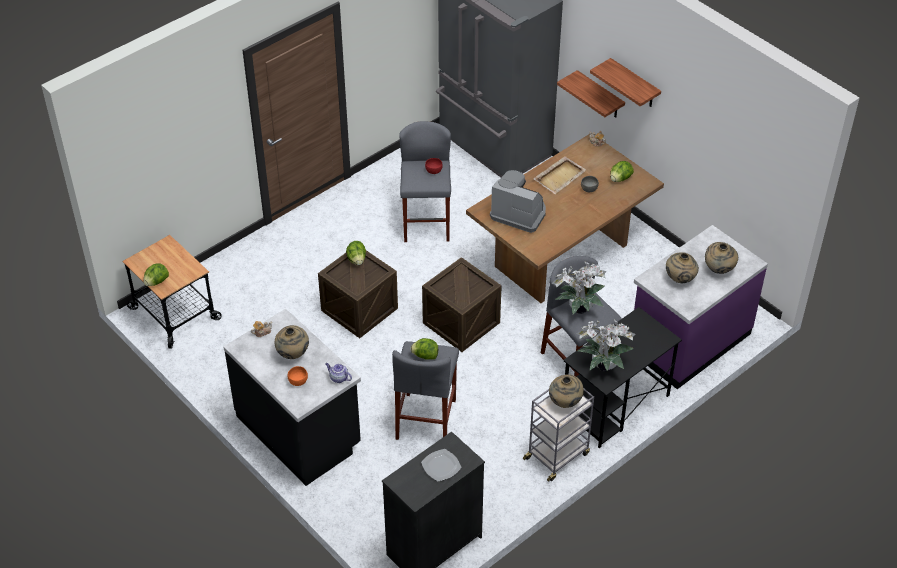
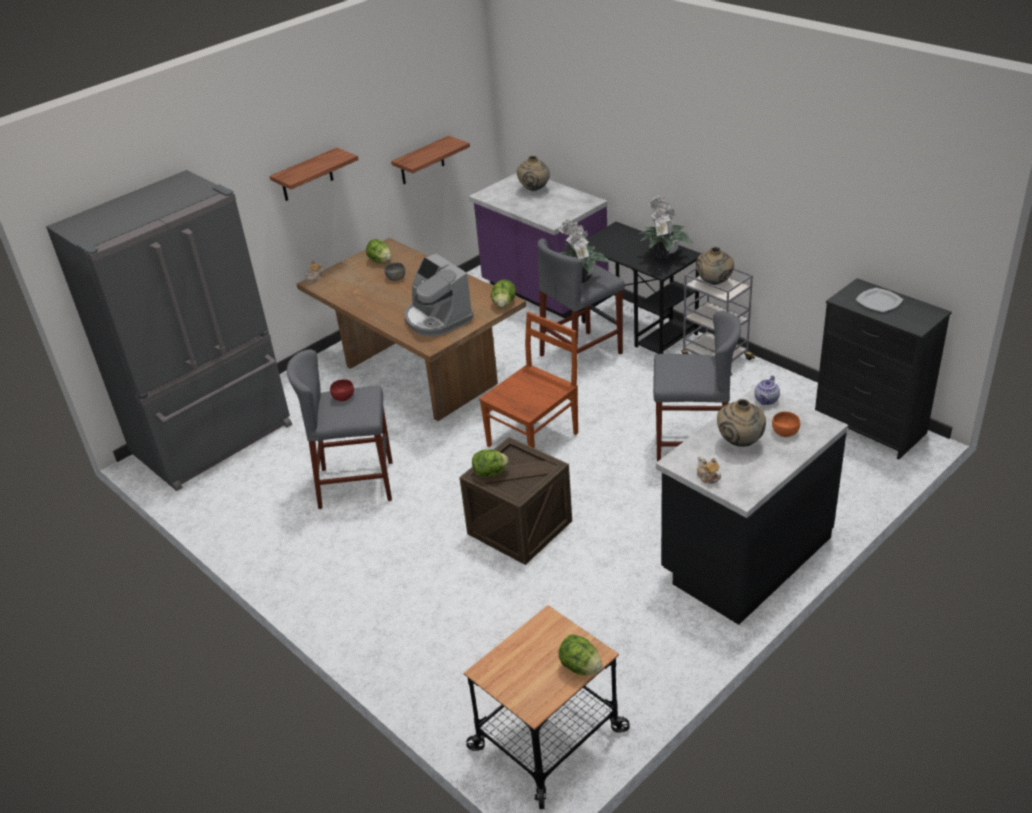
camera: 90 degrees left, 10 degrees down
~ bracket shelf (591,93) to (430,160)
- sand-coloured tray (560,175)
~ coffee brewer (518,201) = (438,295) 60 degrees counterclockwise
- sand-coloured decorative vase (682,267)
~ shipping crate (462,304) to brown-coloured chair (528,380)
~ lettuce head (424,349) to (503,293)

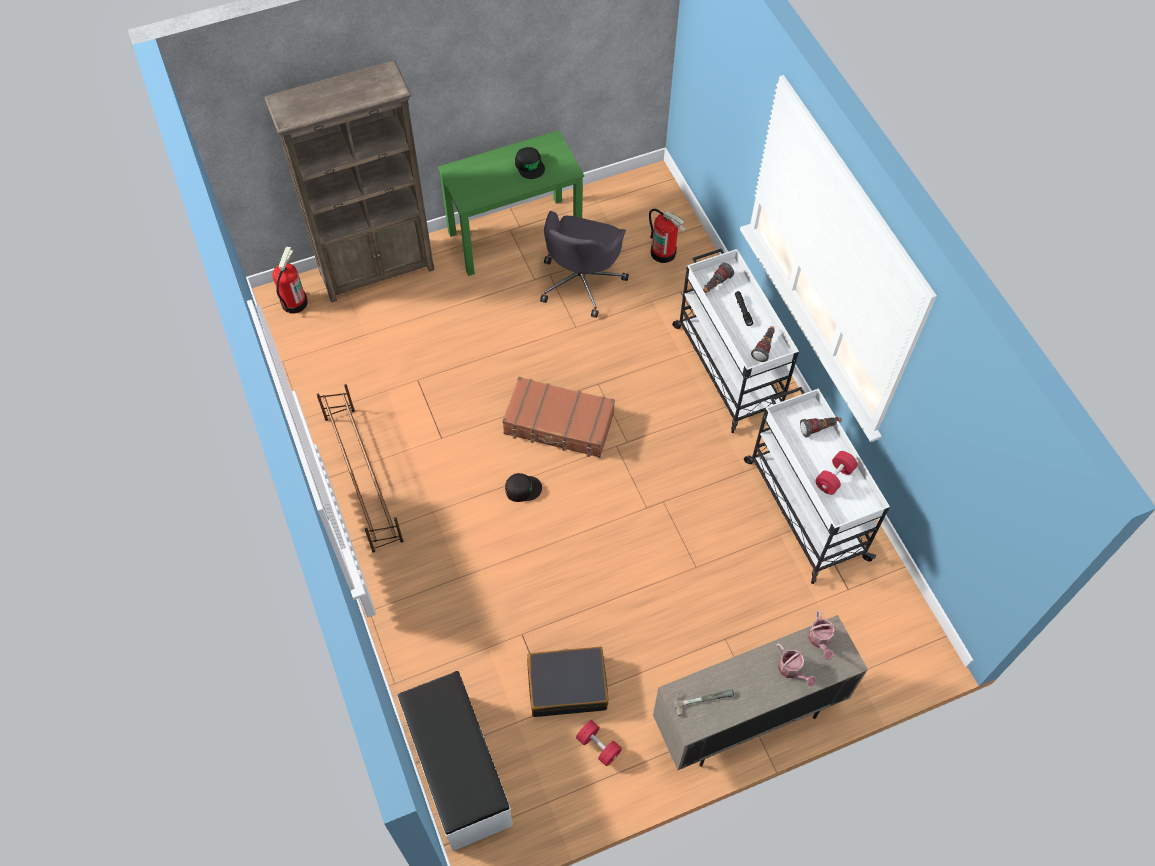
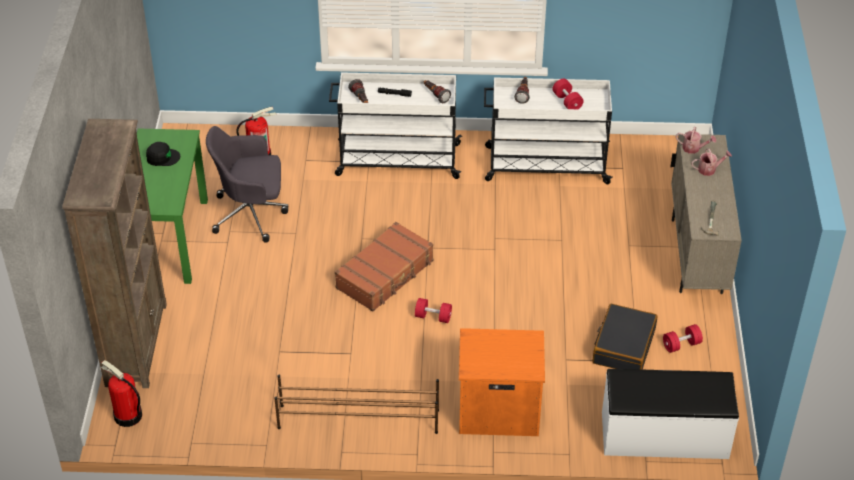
camera: 65 degrees left, 15 degrees down
~ gray office chair (584,264) = (247,184) 135 degrees clockwise
~ black-coloured peaked cap (523,487) to red free weight (433,310)
+ orange-coloured nightstand (502,382)

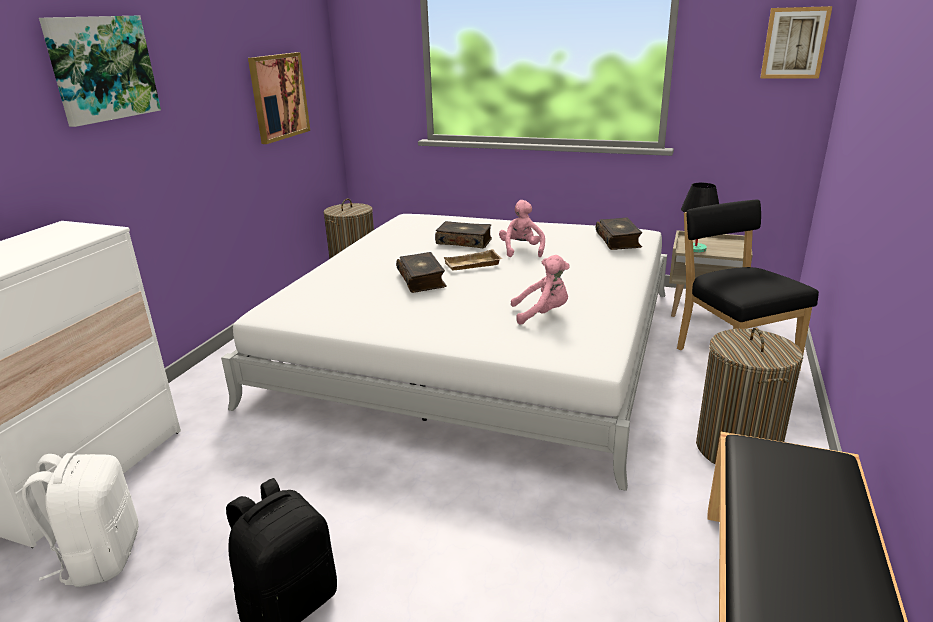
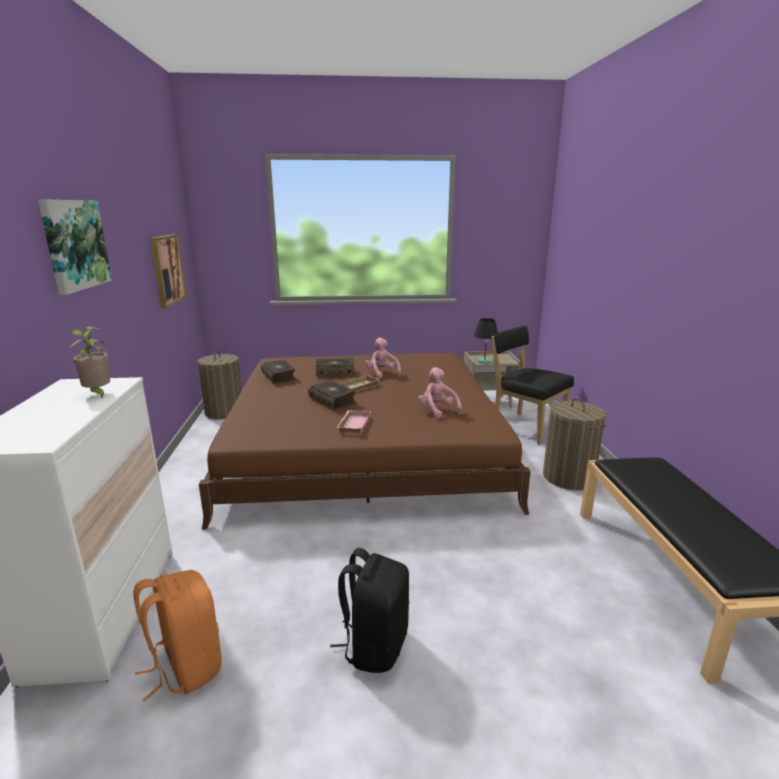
camera: 25 degrees left, 5 degrees down
- picture (796,42)
~ white bedroom bed (444,352) to brown-coloured bedroom bed (365,441)
~ volume (619,233) to (279,372)
~ pinkish soft toy (540,290) = (440,393) 90 degrees counterclockwise
~ white backpack (80,520) to orange-coloured backpack (177,635)
+ potted plant (90,362)
+ pinkish tray (354,422)

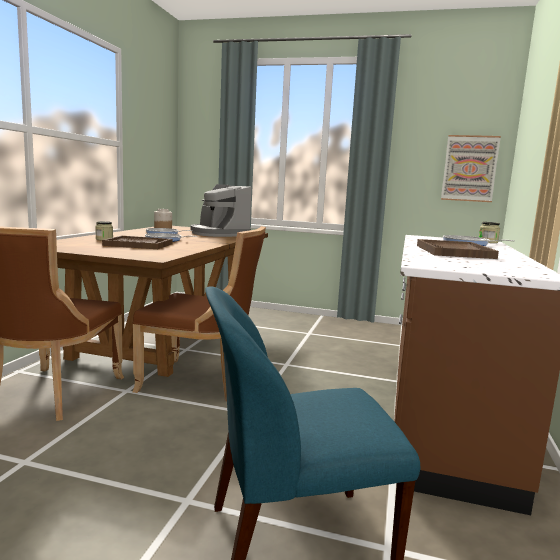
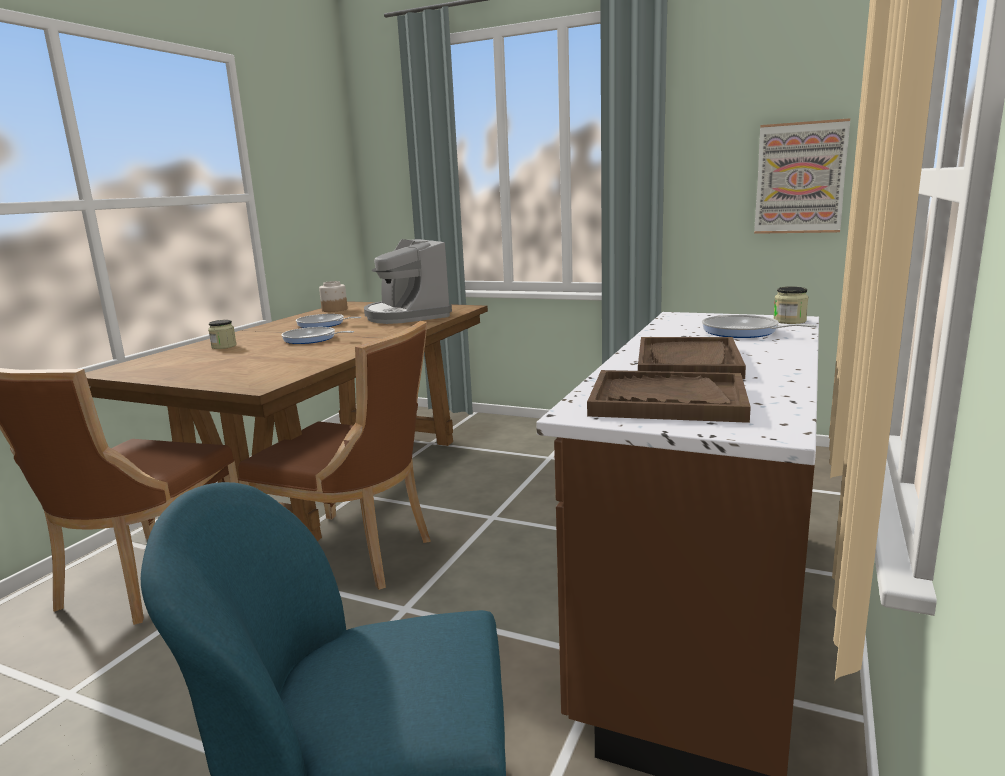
camera: 10 degrees right, 5 degrees up
~ brown-coloured tray (137,242) to (669,396)

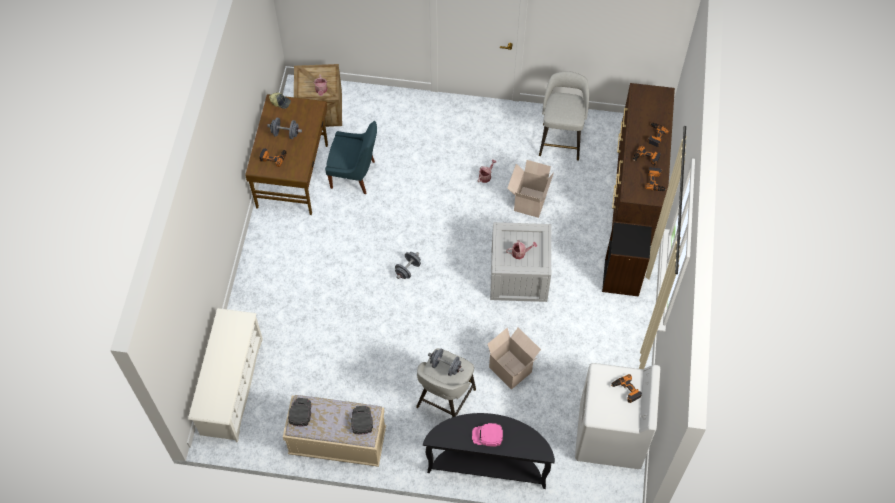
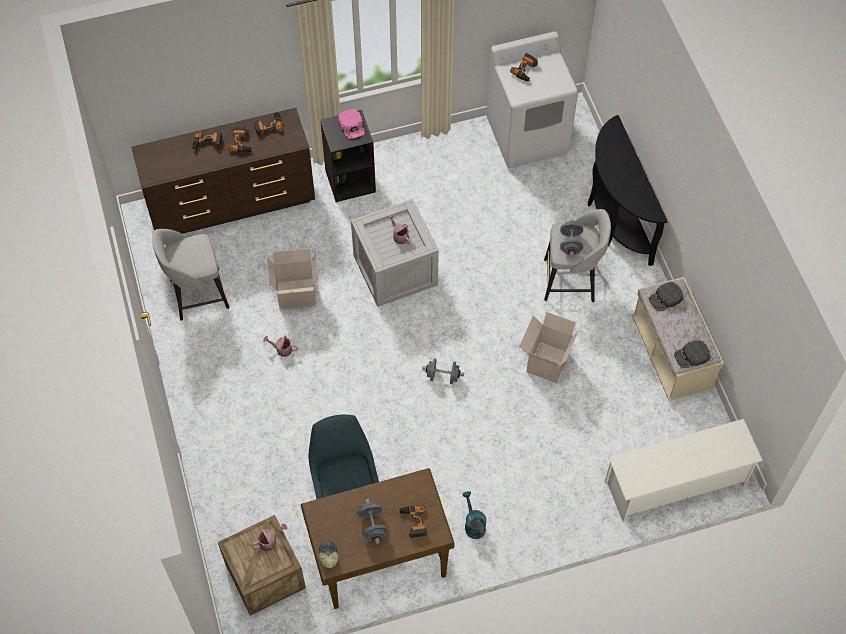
camera: 115 degrees left, 0 degrees up
~ carton (514,358) to (549,347)
~ pinkish peaked cap (487,435) to (351,124)
+ turquoise-coloured watering pot (474,515)

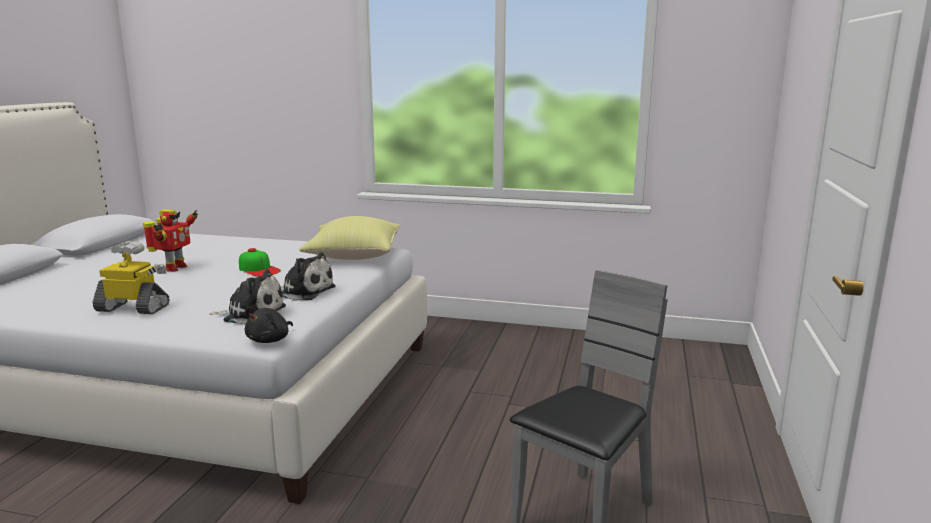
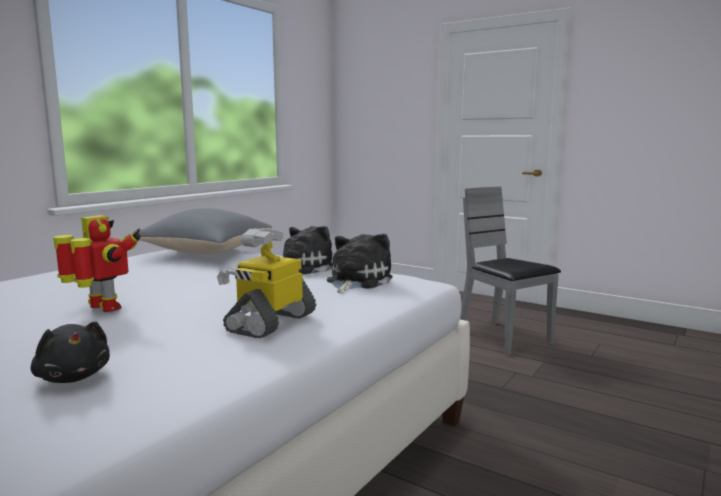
camera: 70 degrees left, 5 degrees down
~ yellow-coloured cushion (349,238) to gray cushion (200,231)
- peaked cap (260,262)
~ black-coloured soft toy (269,325) to (70,352)

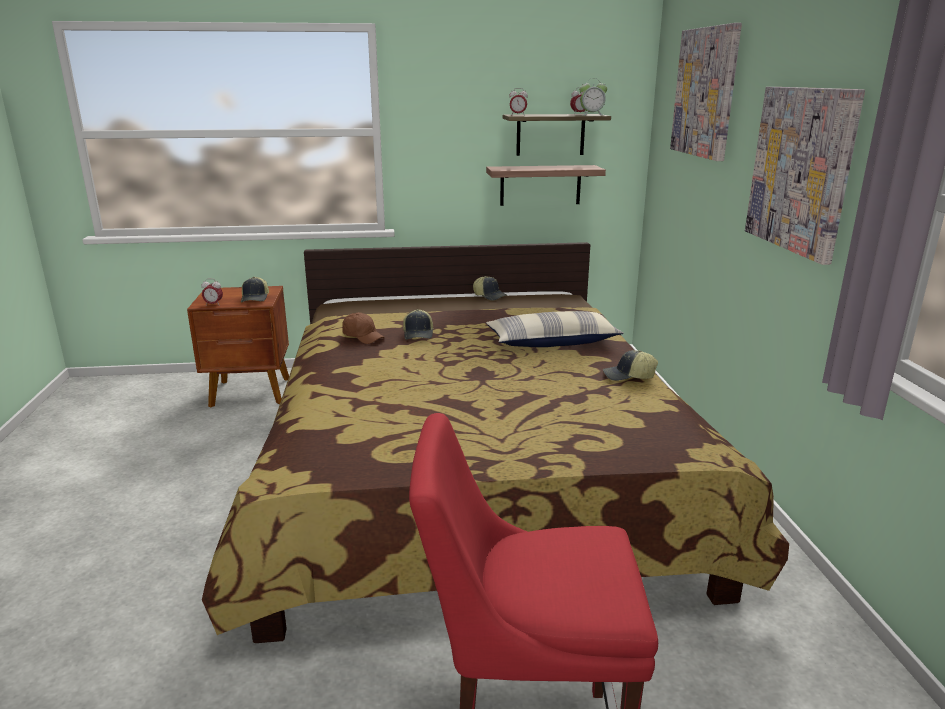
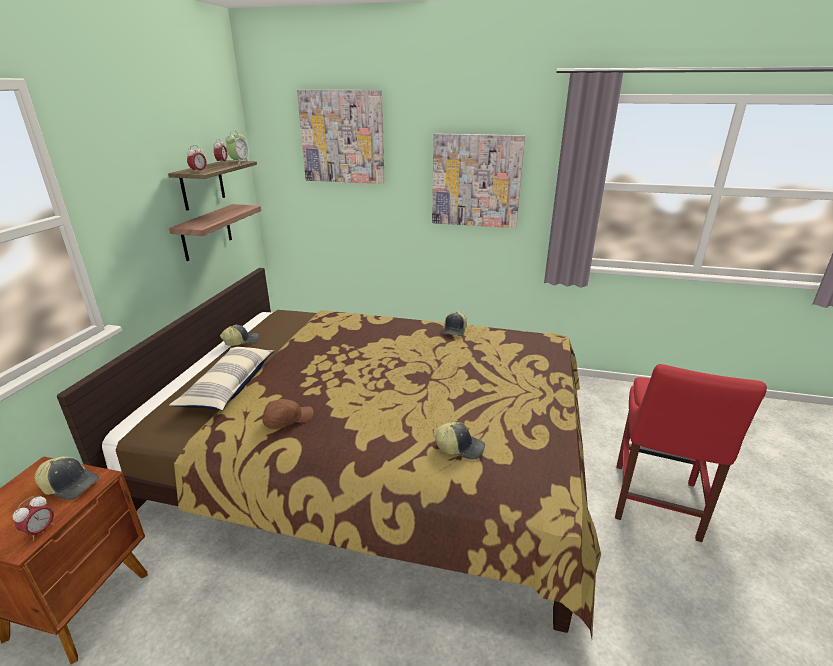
camera: 70 degrees left, 5 degrees up
~ peaked cap (418,324) to (459,441)
~ cushion (555,329) to (221,378)

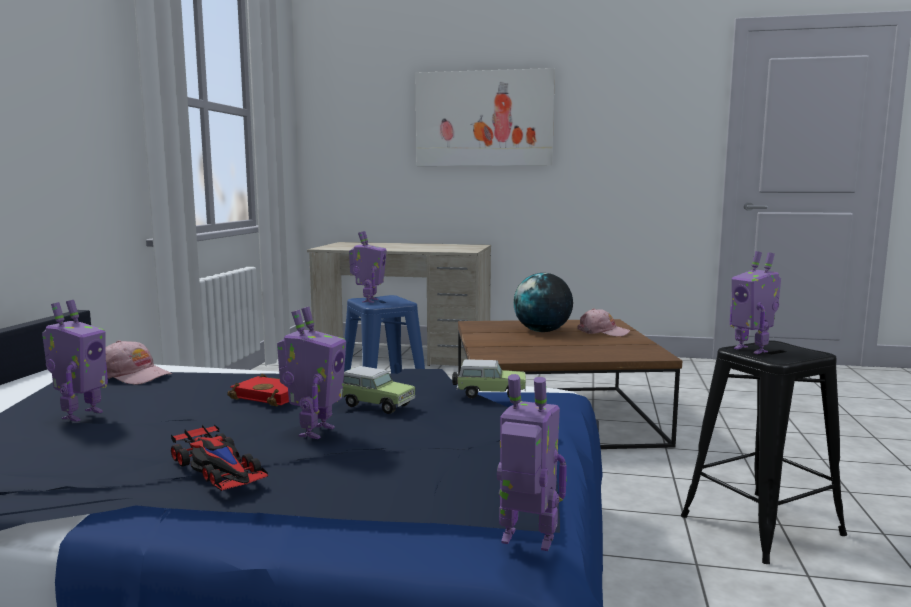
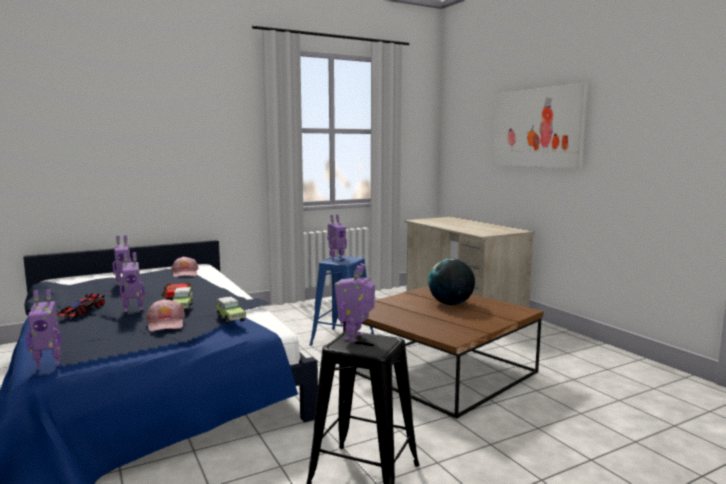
camera: 50 degrees right, 0 degrees up
~ pinkish peaked cap (603,322) to (165,315)
~ model robot (532,462) = (44,328) 90 degrees clockwise

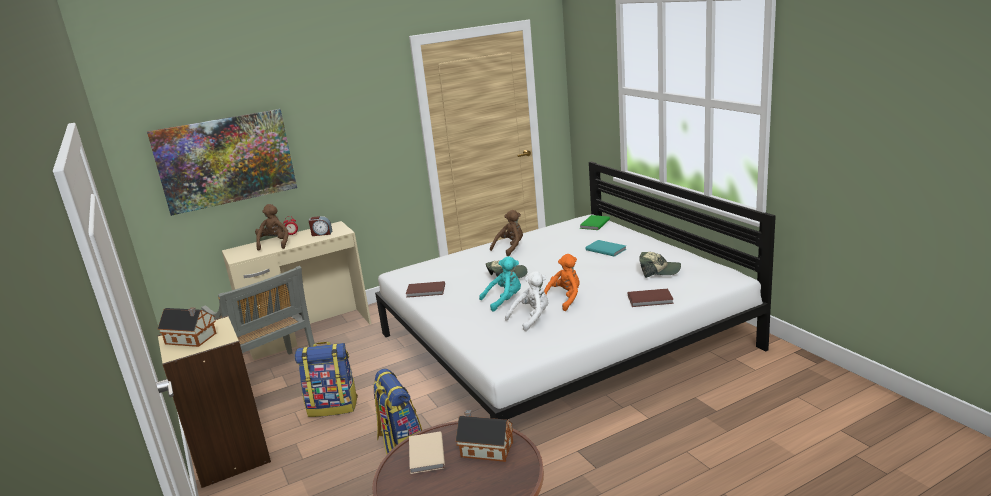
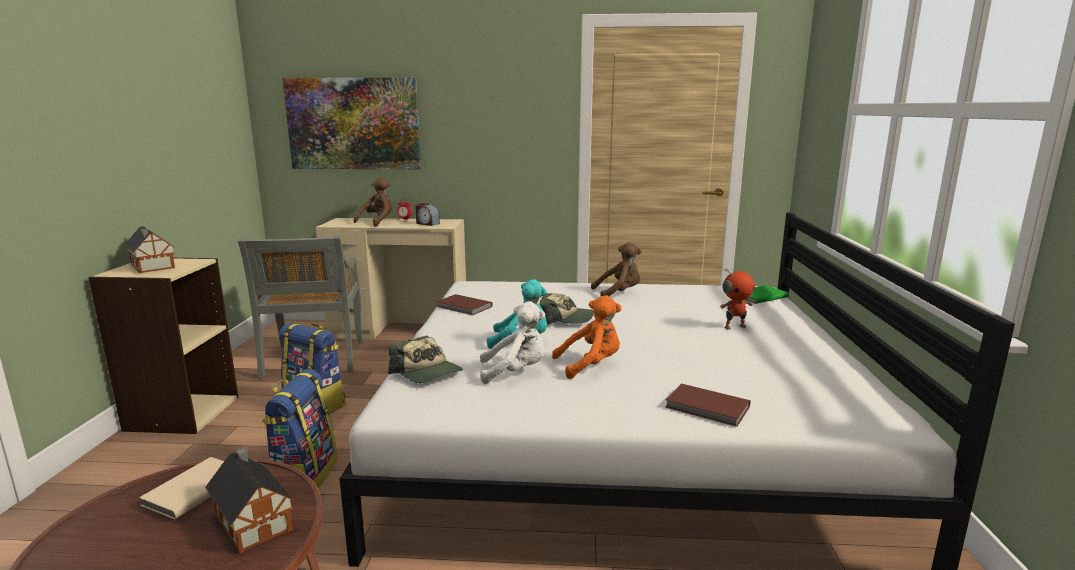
camera: 30 degrees right, 5 degrees down
~ turquoise-coloured volume (606,248) to model robot (737,298)
~ peaked cap (660,265) to (425,359)

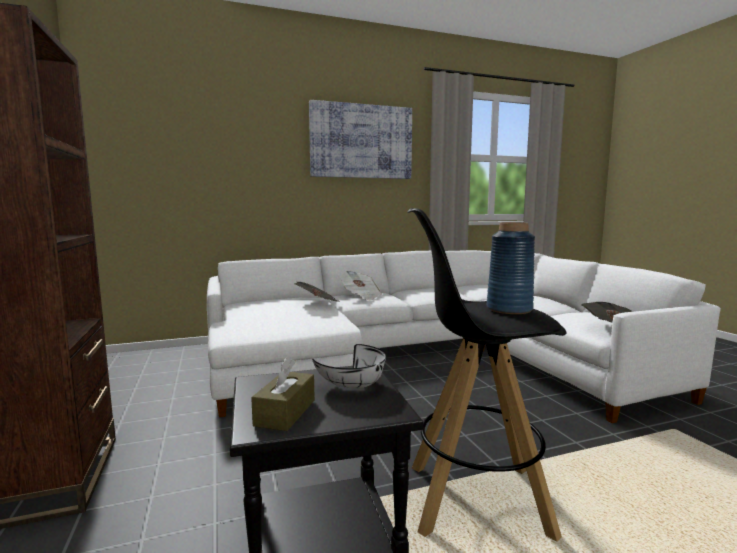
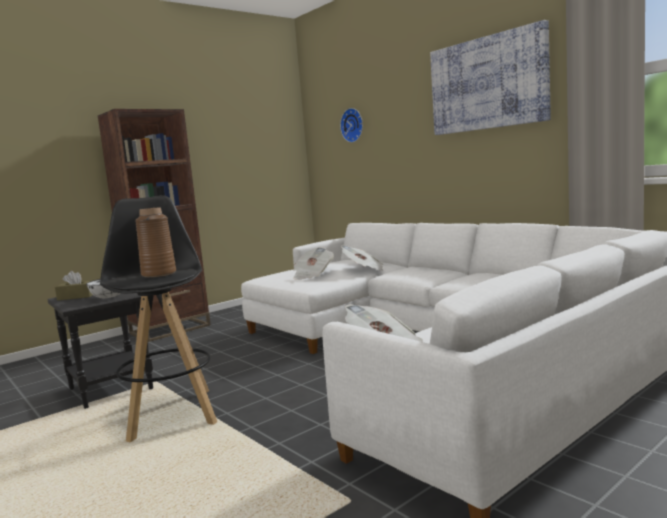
camera: 70 degrees right, 0 degrees up
~ bluish decorative vase (510,268) to brown-coloured decorative vase (155,242)
~ newspaper (361,285) to (313,263)
+ wall clock (351,125)

